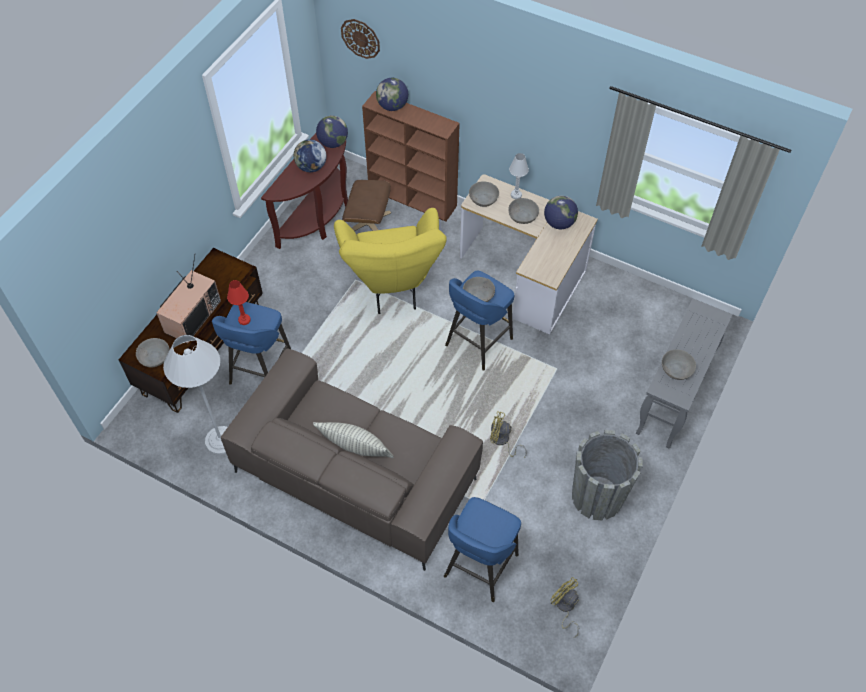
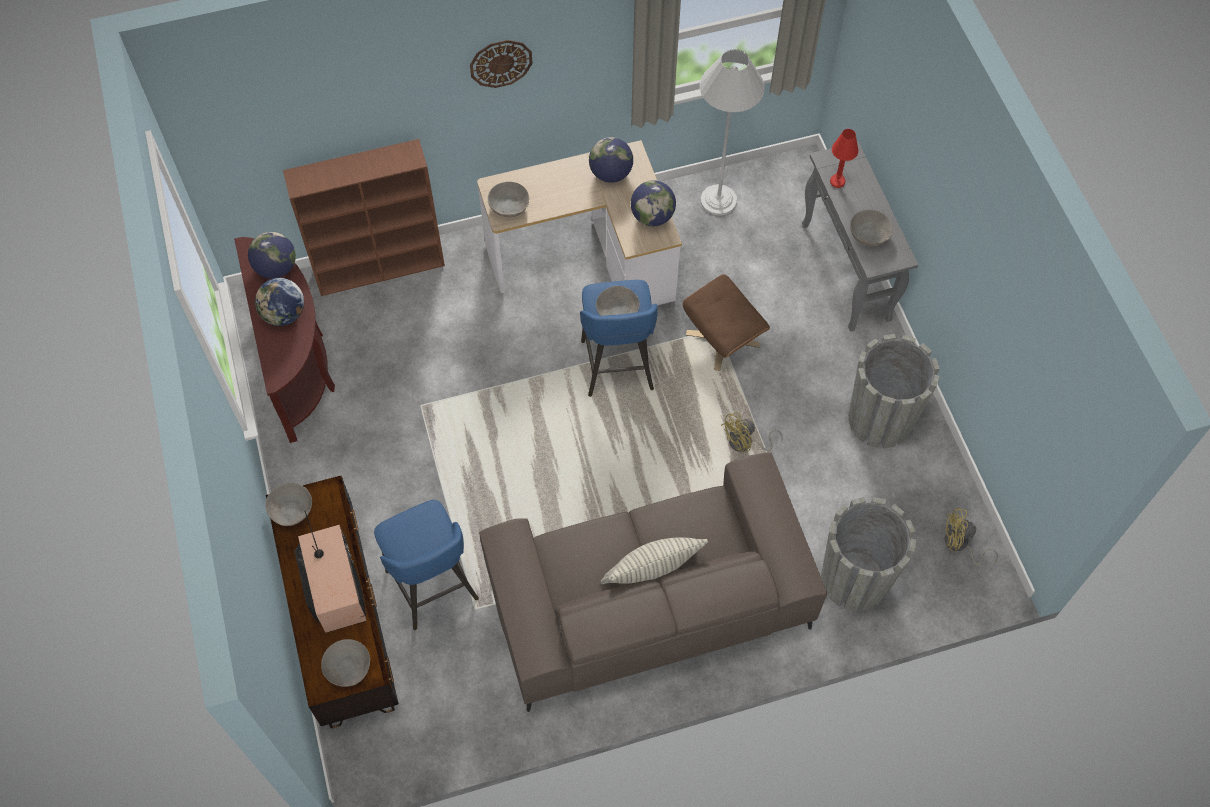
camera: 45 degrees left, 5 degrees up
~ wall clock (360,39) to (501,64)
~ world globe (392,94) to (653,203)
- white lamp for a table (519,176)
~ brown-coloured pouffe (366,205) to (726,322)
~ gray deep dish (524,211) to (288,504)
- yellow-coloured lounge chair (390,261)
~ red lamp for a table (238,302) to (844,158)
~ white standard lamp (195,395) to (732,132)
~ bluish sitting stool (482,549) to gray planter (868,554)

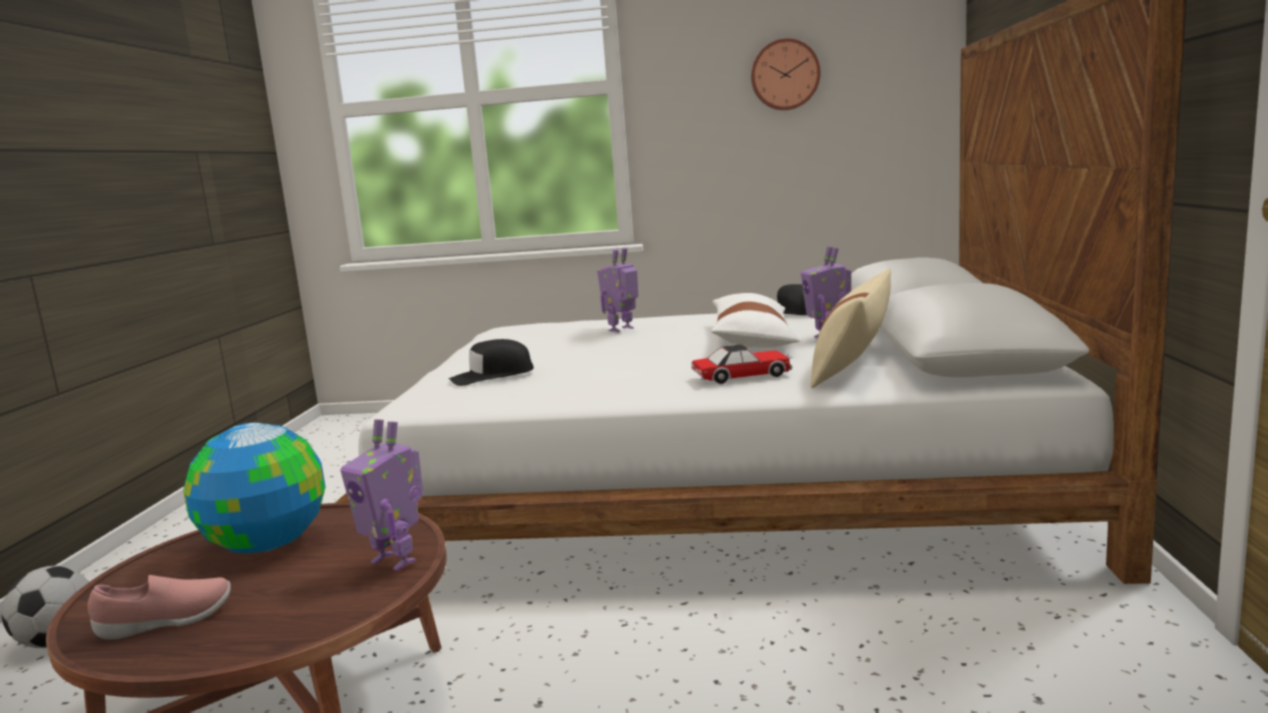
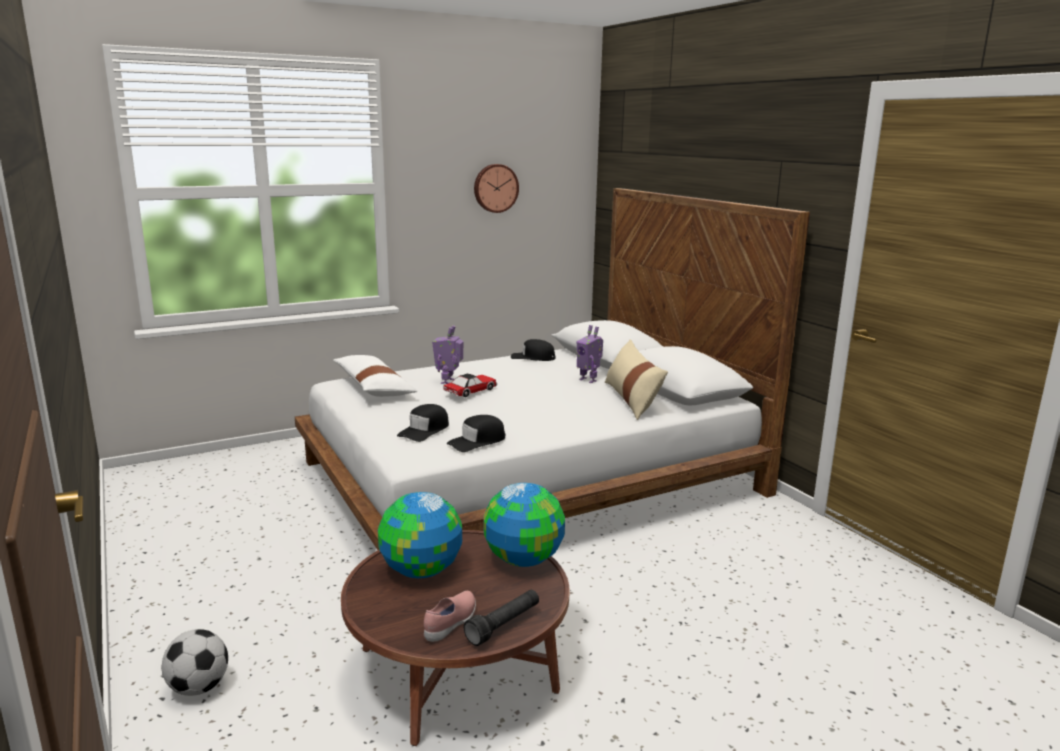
camera: 35 degrees left, 5 degrees up
~ white cushion (755,320) to (375,376)
~ toy car (741,364) to (470,385)
~ model robot (381,495) to world globe (524,525)
+ black-coloured peaked cap (476,433)
+ black-coloured torch (501,618)

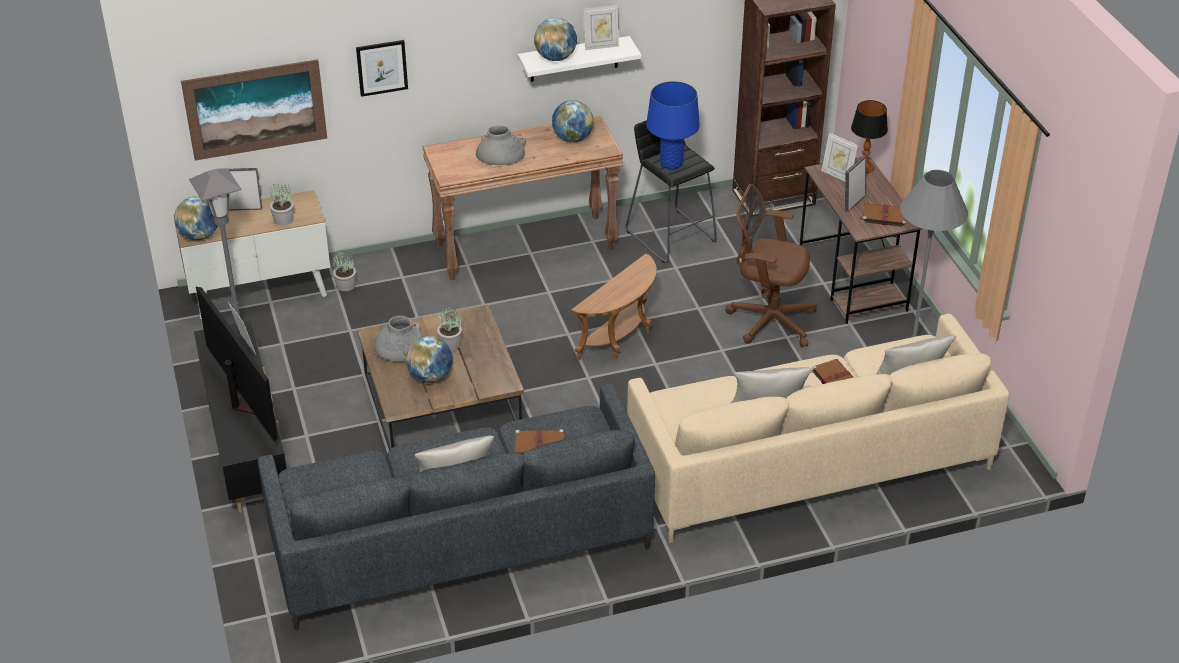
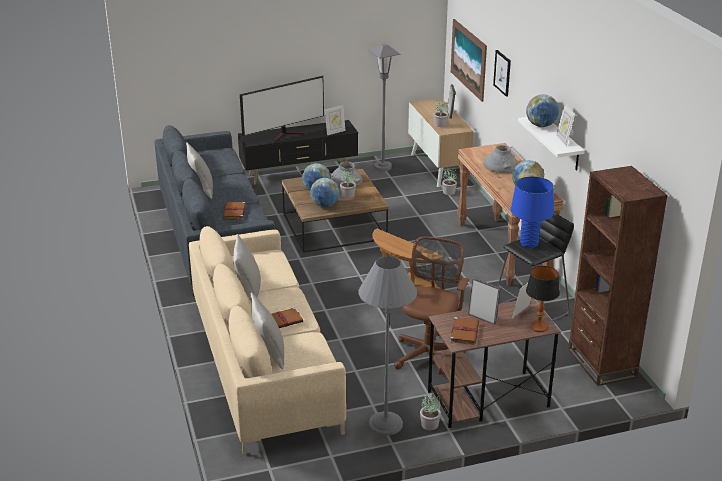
camera: 90 degrees right, 10 degrees down
~ world globe (196,219) to (325,192)
+ potted plant (430,411)

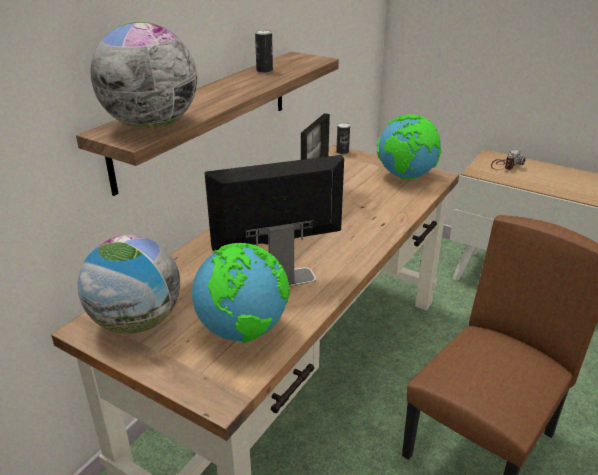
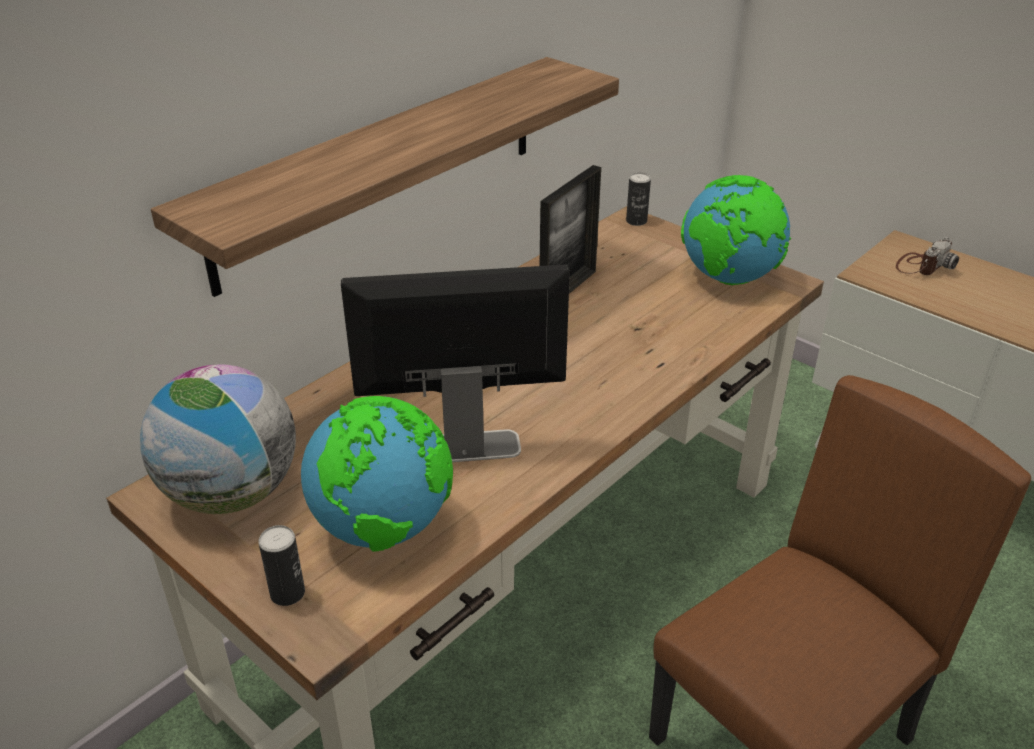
camera: 10 degrees right, 5 degrees up
- world globe (144,75)
~ sealed can (264,51) to (281,565)

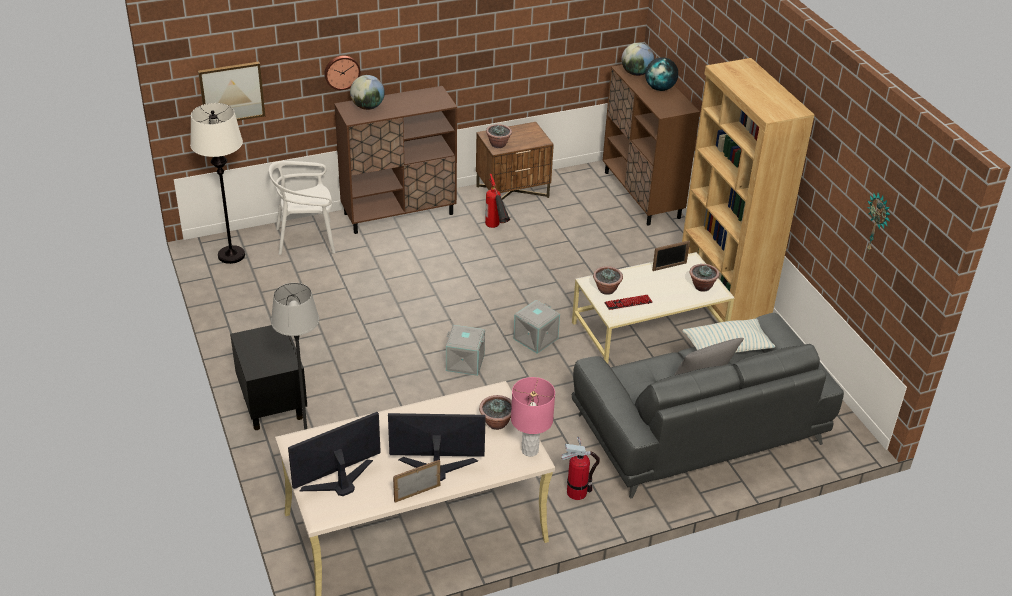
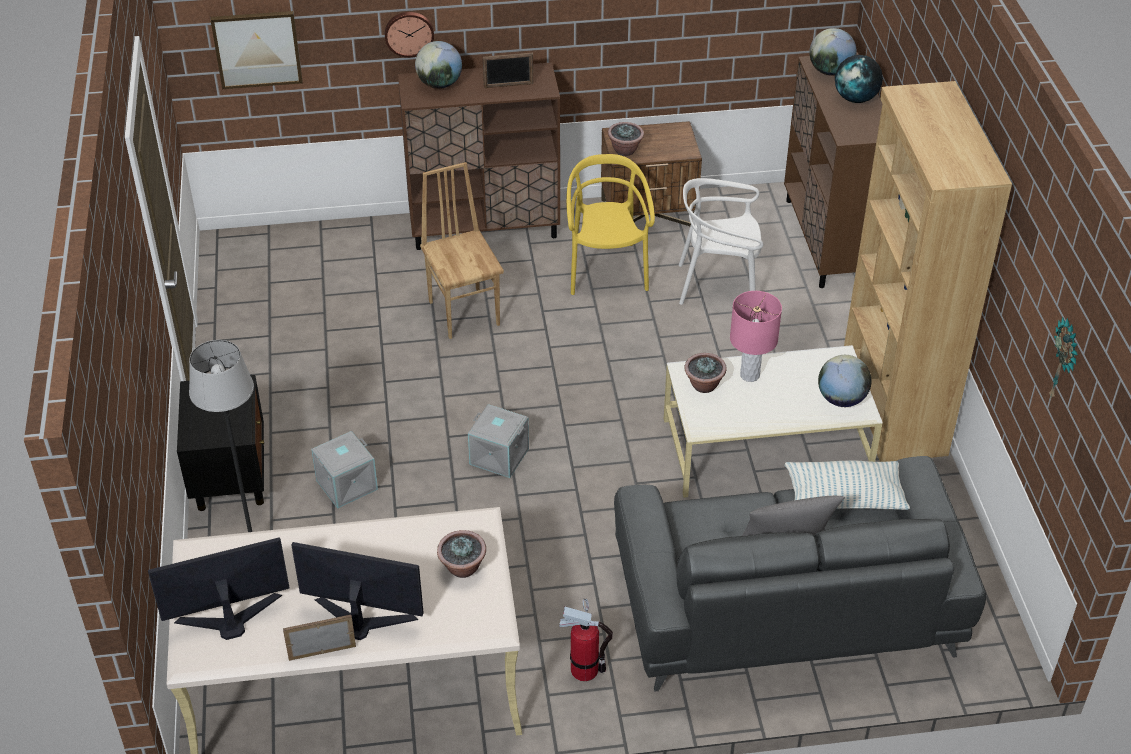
camera: 15 degrees right, 5 degrees up
- white standard lamp (217,183)
~ white chair (302,208) to (721,241)
~ fire extinguisher (497,201) to yellow-coloured chair (610,224)
~ picture frame (671,256) to (508,70)
~ potted plant (704,278) to world globe (845,381)
- keyboard (628,302)
~ gray storage box (536,327) to (344,470)
~ pinkish lamp for a table (533,417) to (756,336)
+ brown-coloured chair (462,250)

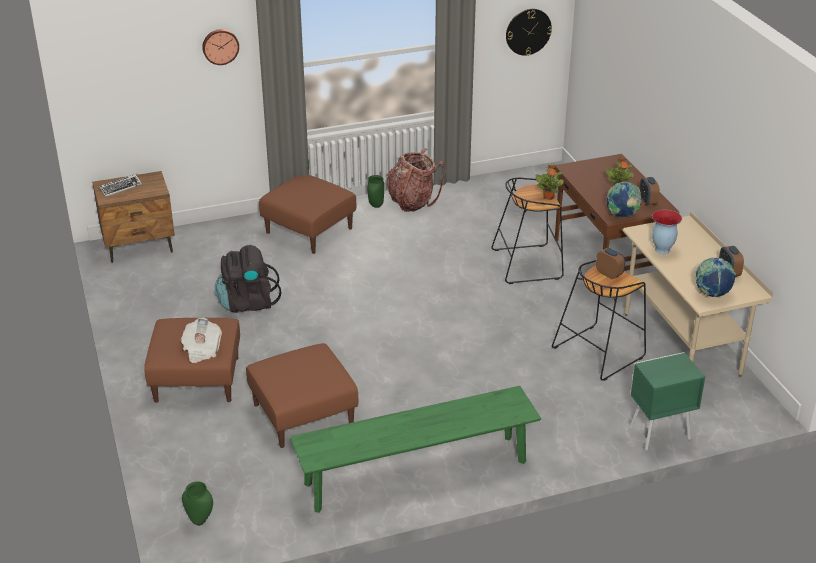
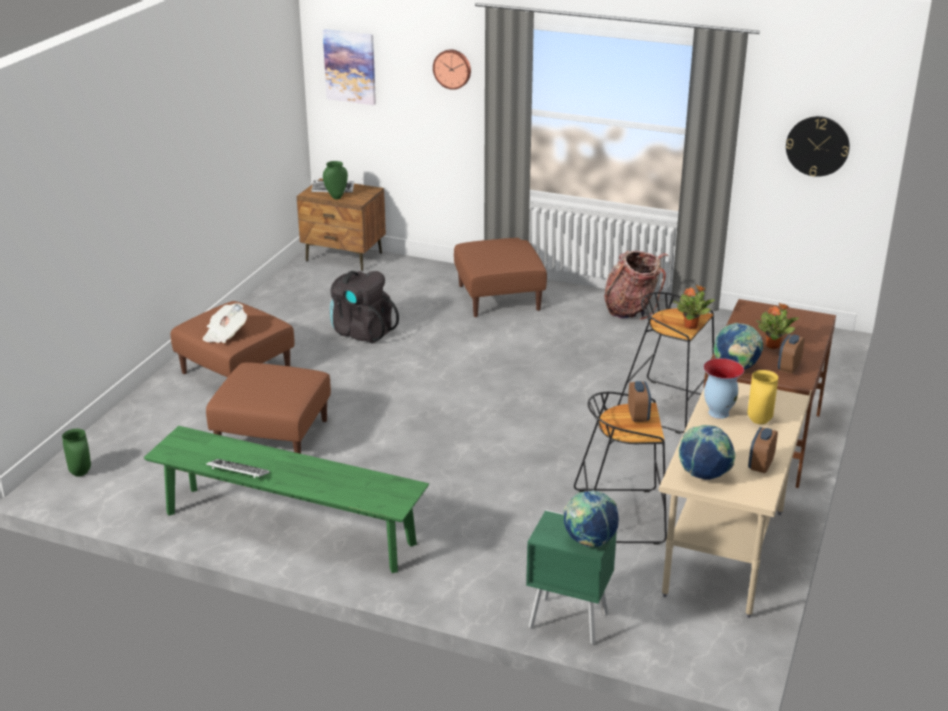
camera: 40 degrees right, 5 degrees down
~ greenish decorative vase (376,191) to (335,180)
+ picture (349,67)
+ yellow-coloured decorative vase (763,397)
+ keyboard (238,468)
+ world globe (591,518)

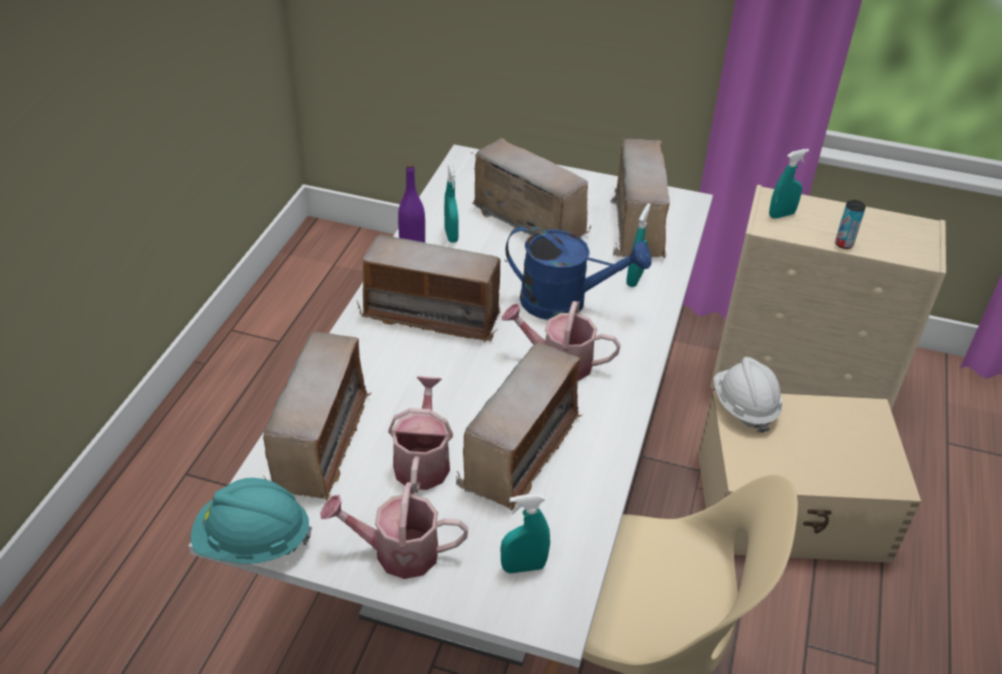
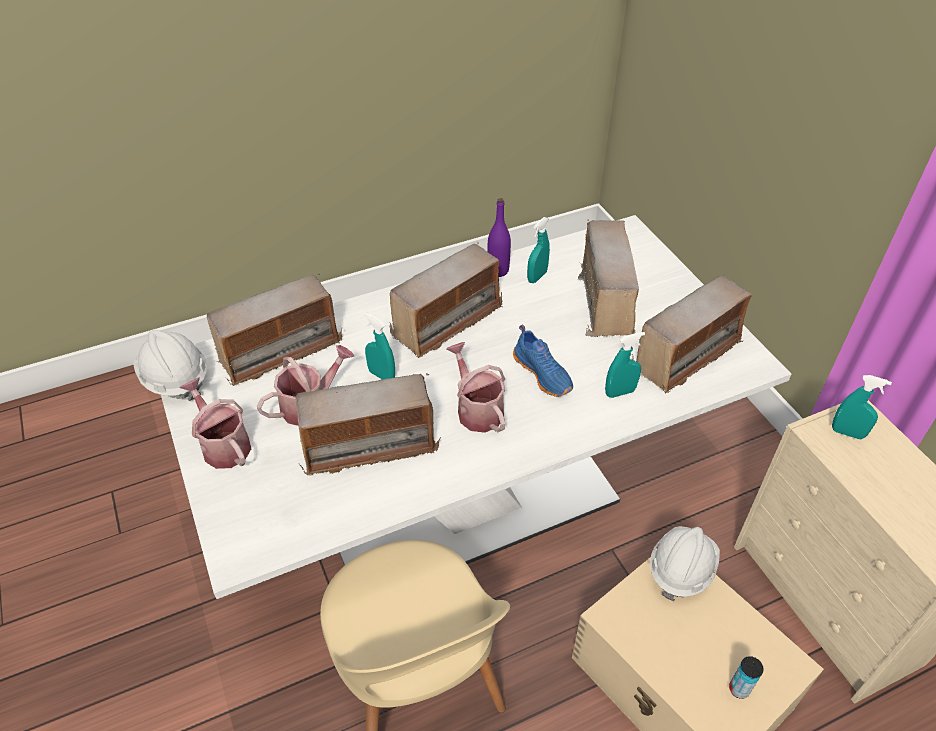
camera: 50 degrees right, 5 degrees up
~ sealed can (850,224) to (746,677)
~ bluish watering pot (579,272) to bluish shoe (543,361)
~ radio (431,288) = (445,300) 105 degrees counterclockwise
~ turquoise-coloured work helmet (251,521) to white work helmet (170,365)
~ turquoise-coloured sprayer (525,533) to (379,346)

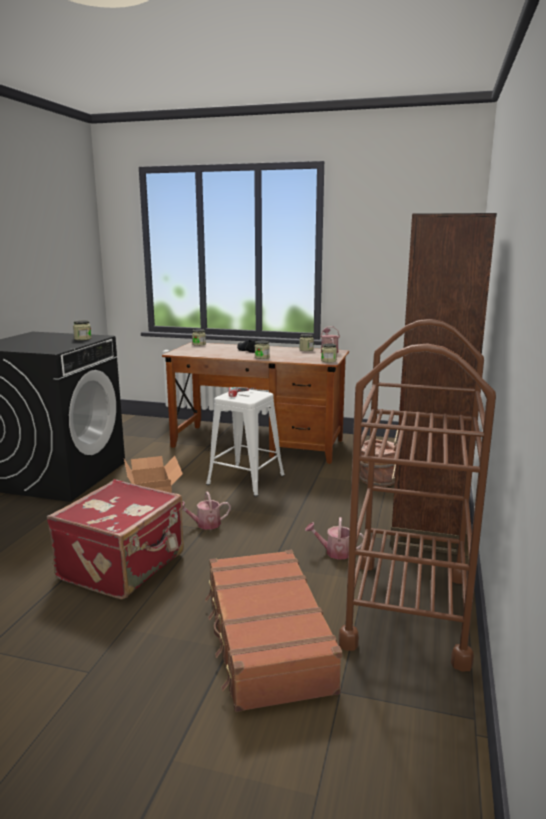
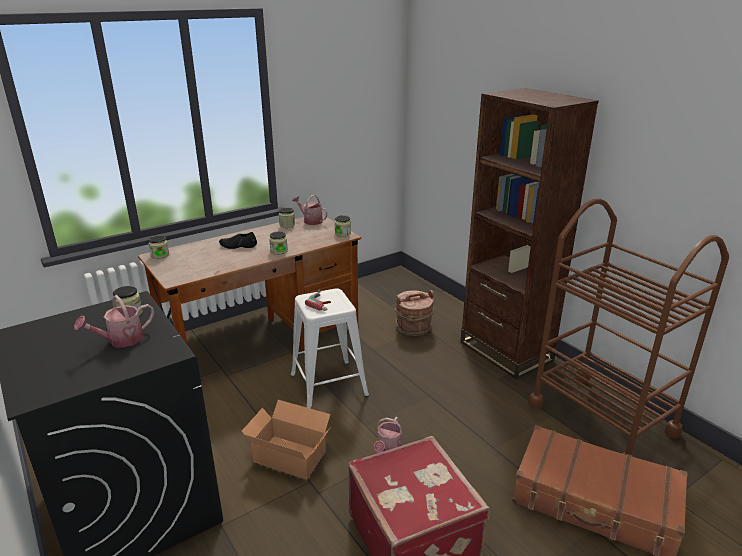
camera: 50 degrees left, 10 degrees up
~ watering pot (334,538) to (114,321)

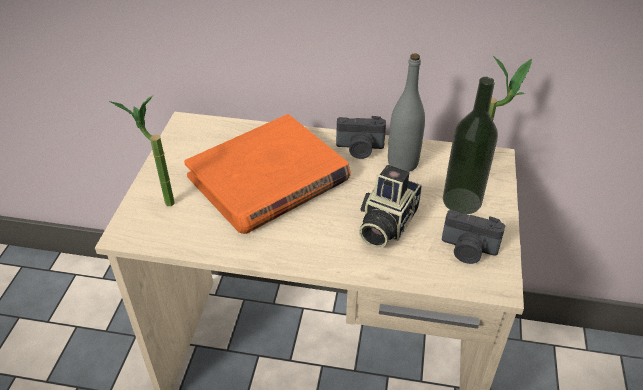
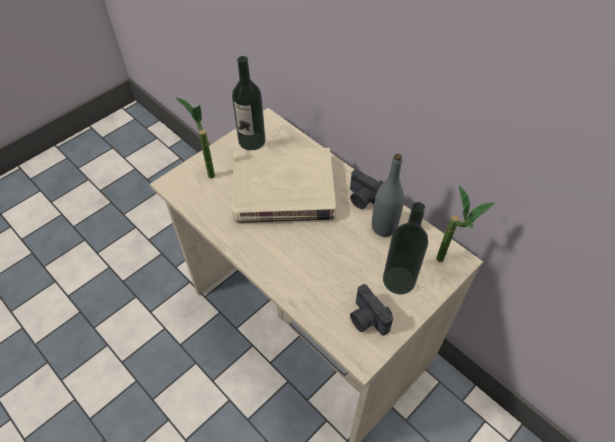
camera: 35 degrees right, 10 degrees up
~ orange-coloured volume (267,174) to sand-coloured volume (284,185)
- photo camera (390,206)
+ bottle (248,103)

